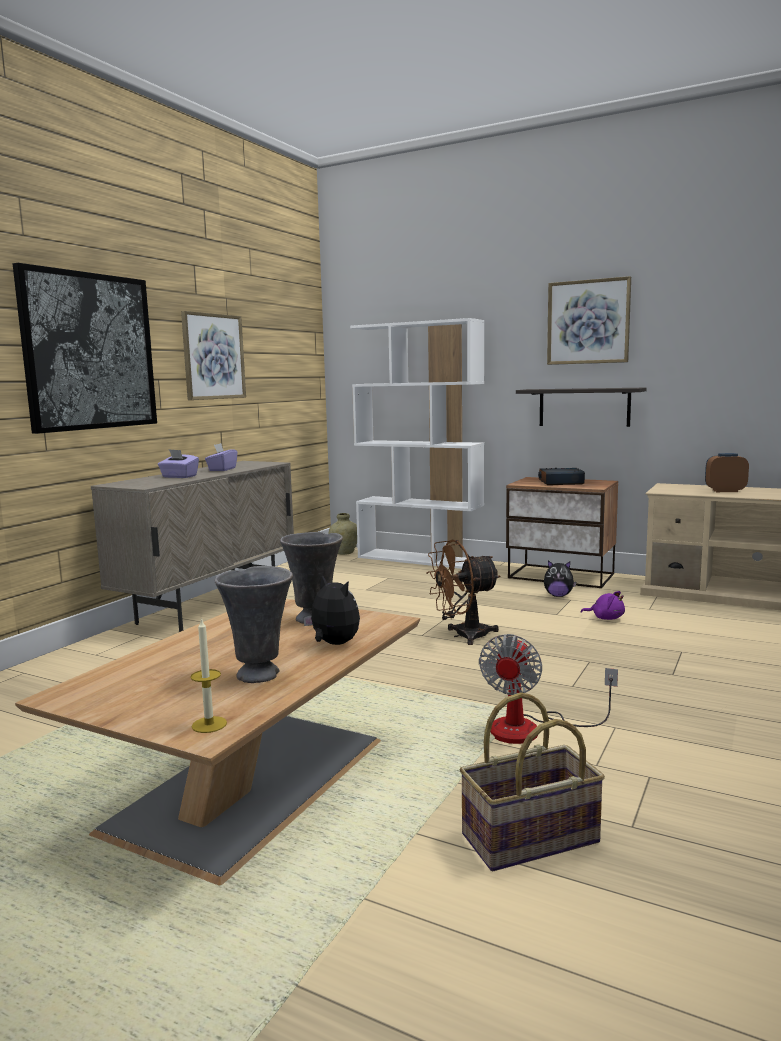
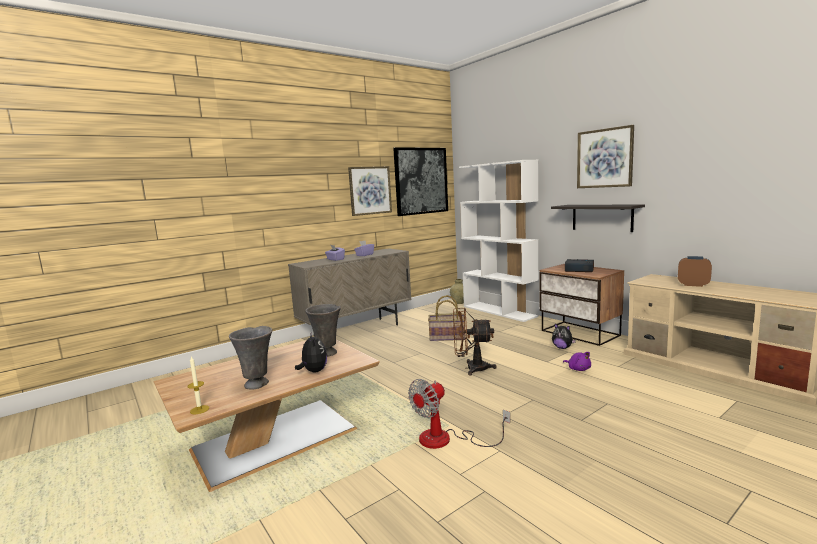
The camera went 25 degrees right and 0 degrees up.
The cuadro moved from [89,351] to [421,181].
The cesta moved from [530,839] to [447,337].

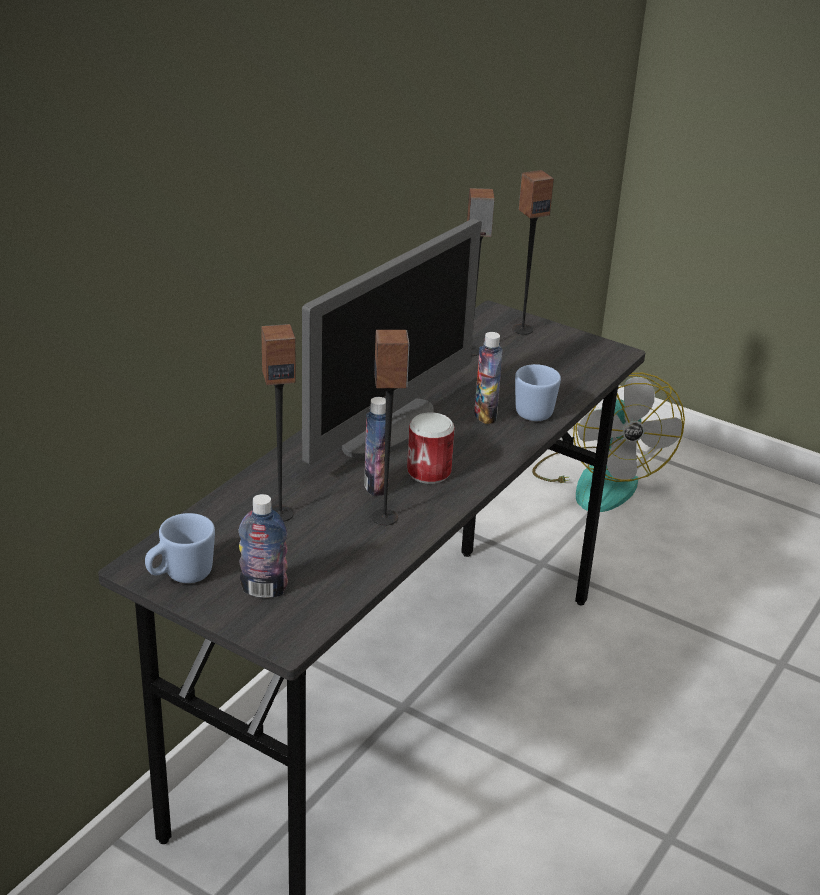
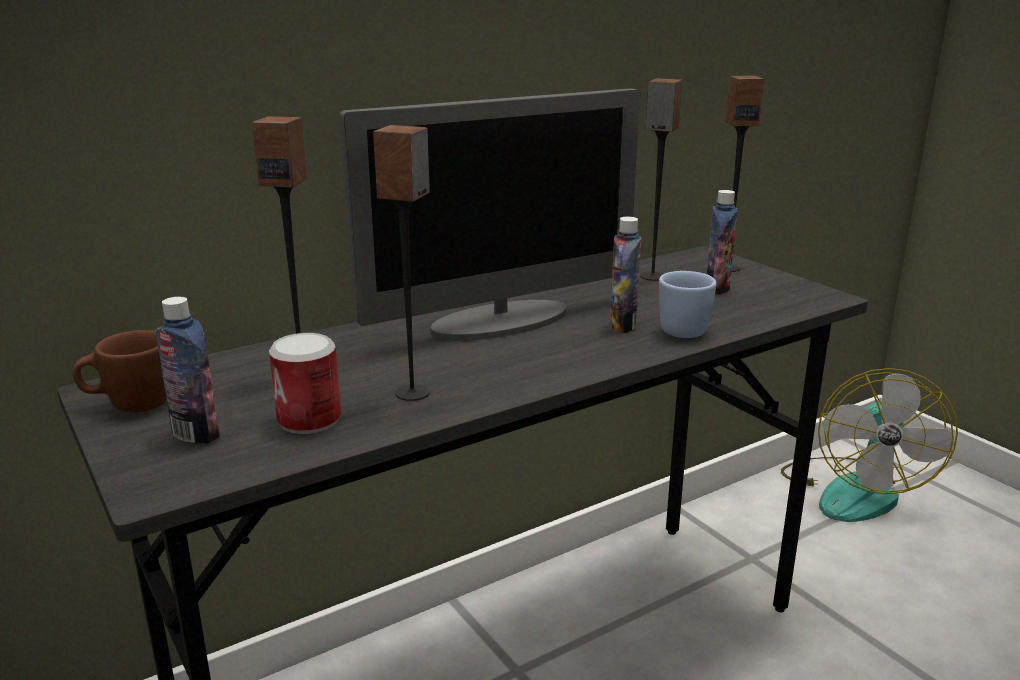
The camera went 25 degrees right and 10 degrees down.
The taza grande (azul) at [180,576] became the taza grande (marrón) at [129,405].
The lata moved from [429,472] to [309,420].
The botella moved from [376,485] to [717,288].

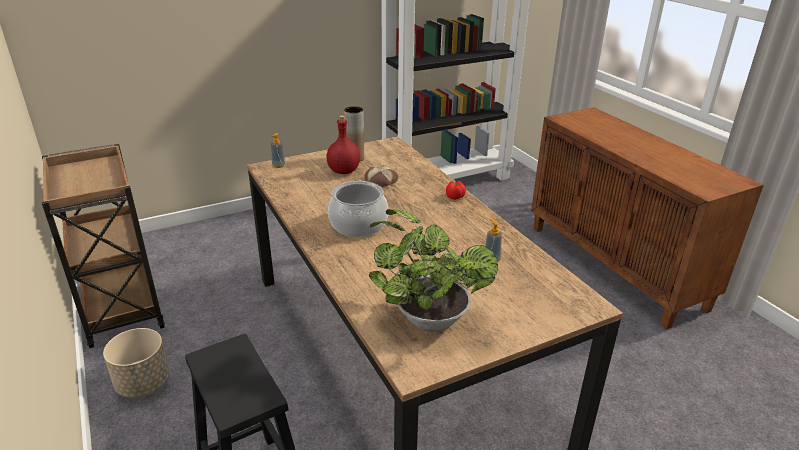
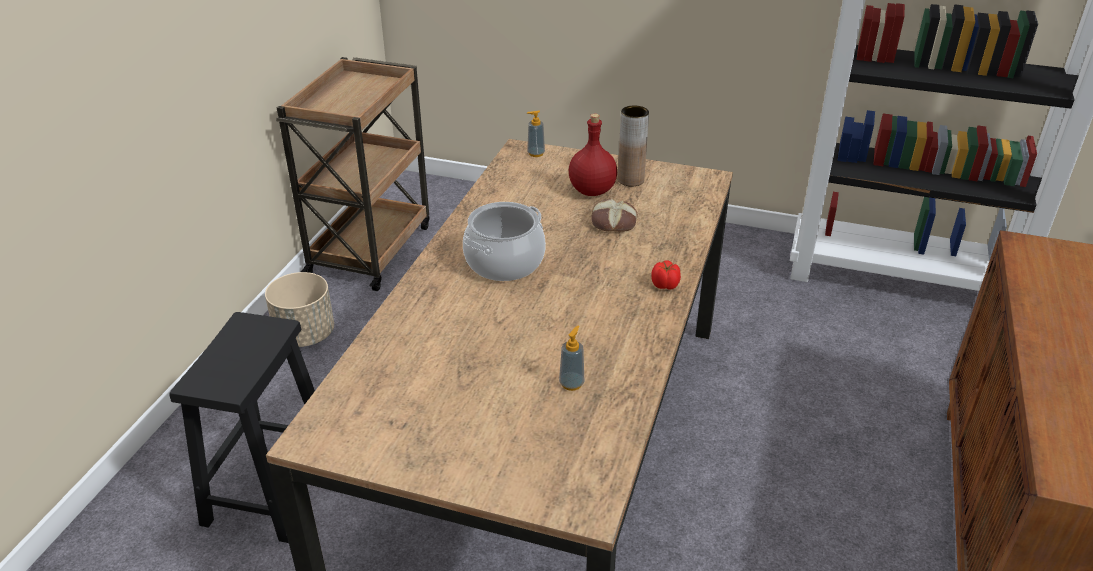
The camera went 45 degrees right and 5 degrees up.
The planta en maceta at [426,318] disappeared.

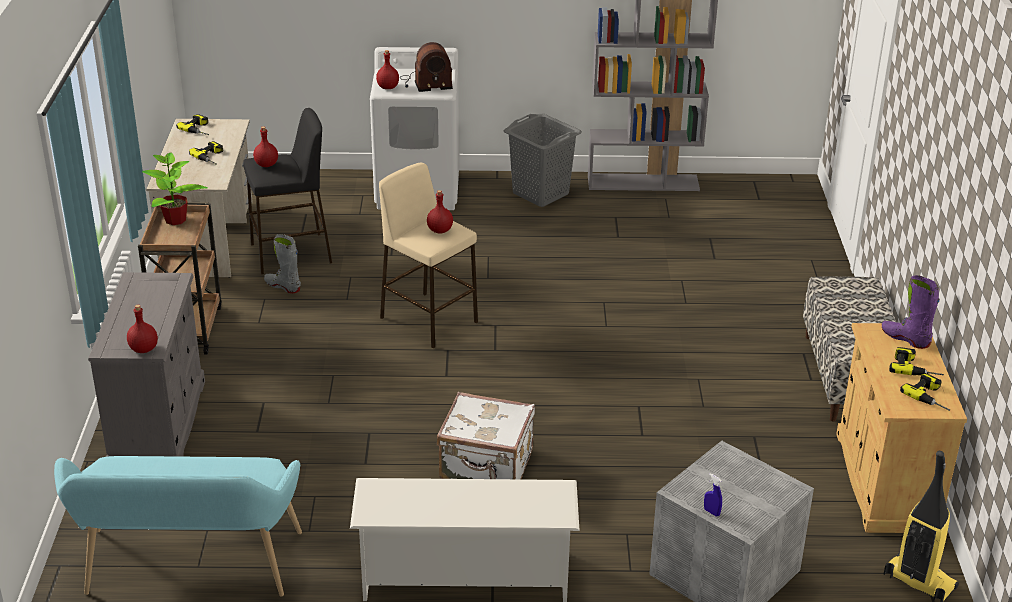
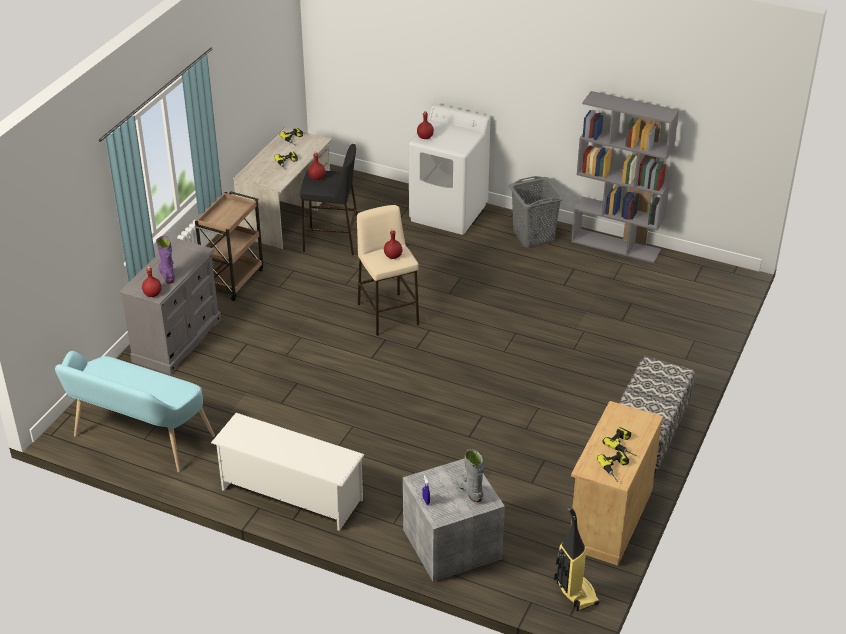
The camera went 25 degrees right and 5 degrees up.
The bota (morado) moved from [905,338] to [167,275].
The bota (gris) moved from [283,286] to [469,491].
The planta en maceta at [175,220] disappeared.
The radio at [425,83] disappeared.
The maleta (blanco) at [486,466] disappeared.

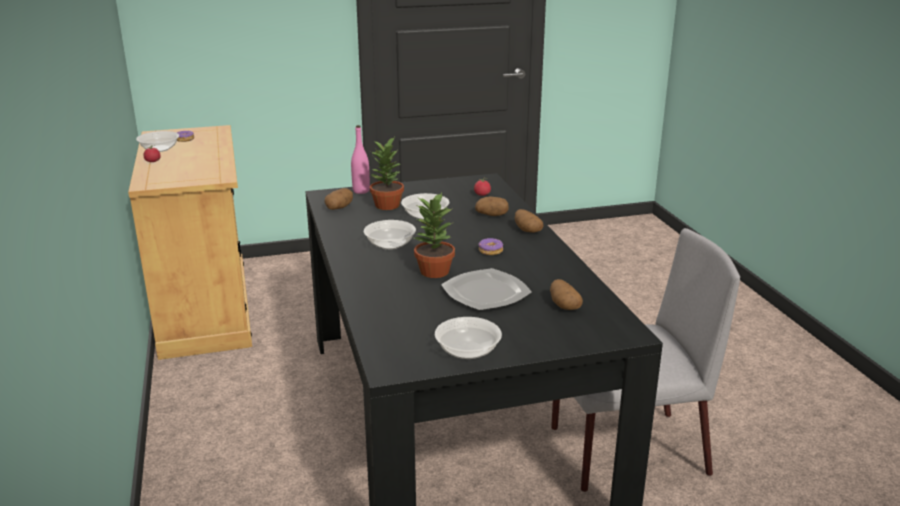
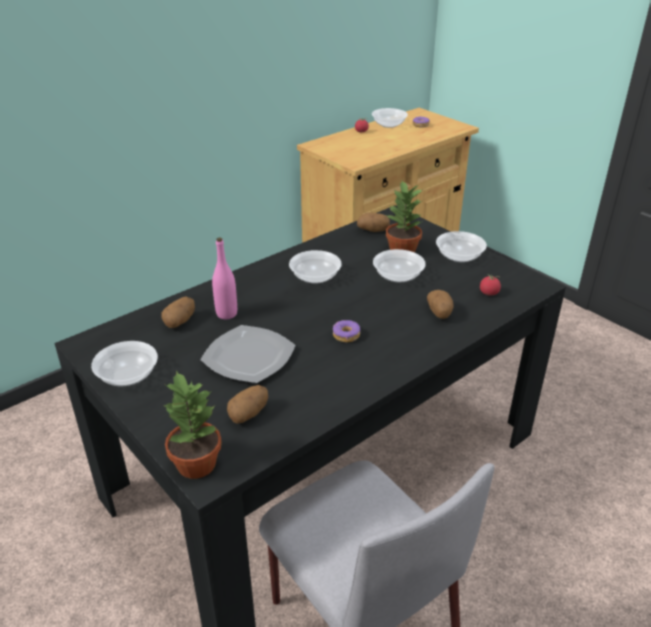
The camera went 65 degrees right and 10 degrees up.
The patata moved from [526,230] to [180,321].
The planta en maceta moved from [433,271] to [195,463].
The botella (rosa) moved from [361,191] to [226,314].
The cuenco at [459,256] appeared.

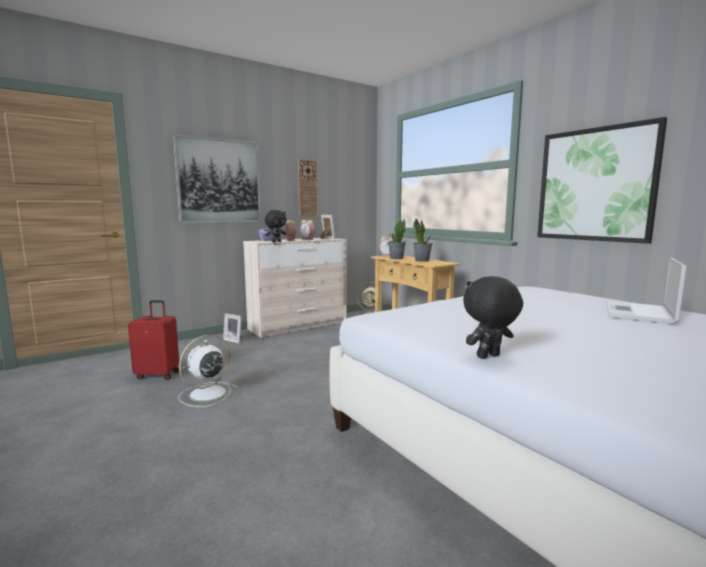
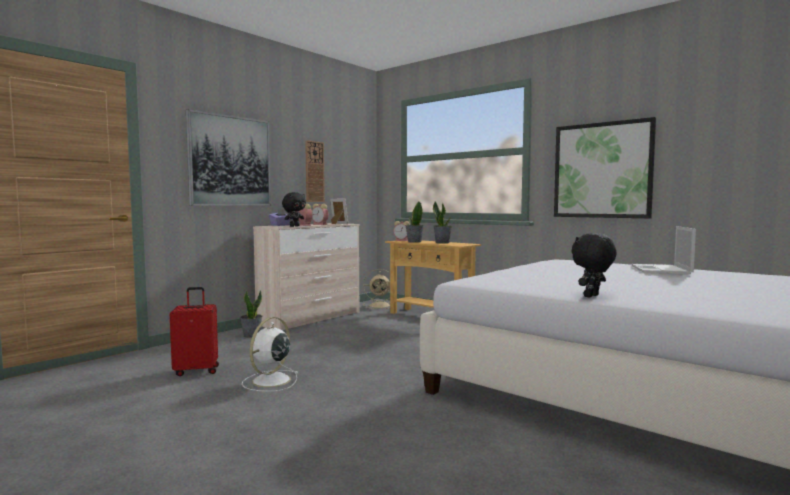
The camera went 15 degrees left and 5 degrees down.
The portarretratos at [234,340] was replaced by the planta en maceta at [251,335].

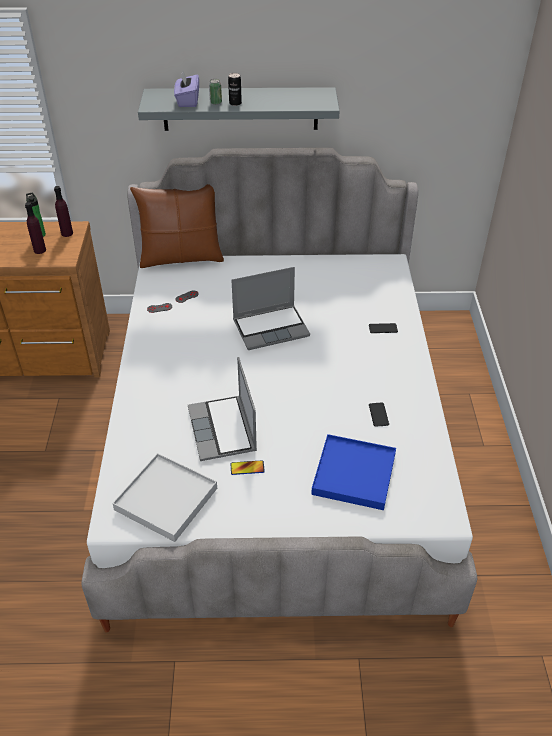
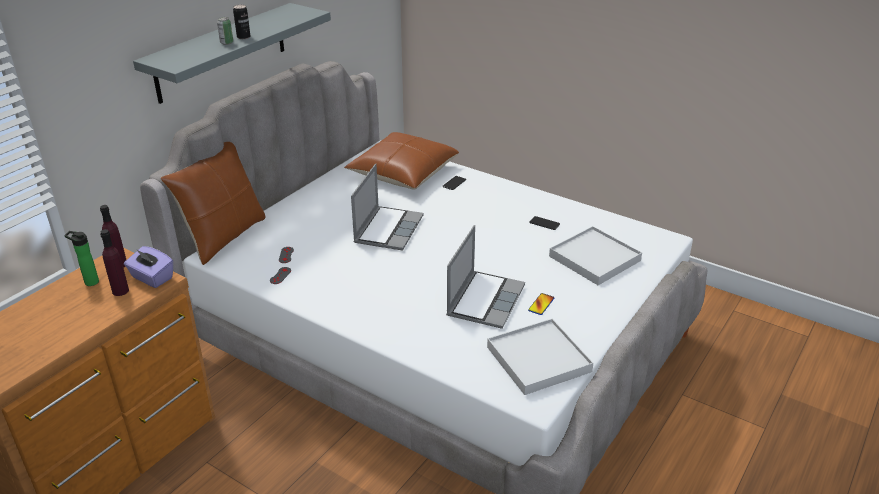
The camera went 55 degrees left and 10 degrees down.
The caja de pañuelos (morado) moved from [187,101] to [151,278].
The cojín (marrón) at [403,173] appeared.
The portátil at [223,430] turned 90 degrees counterclockwise.
The bandeja (azul) at [354,474] became the bandeja (blanco) at [594,258].

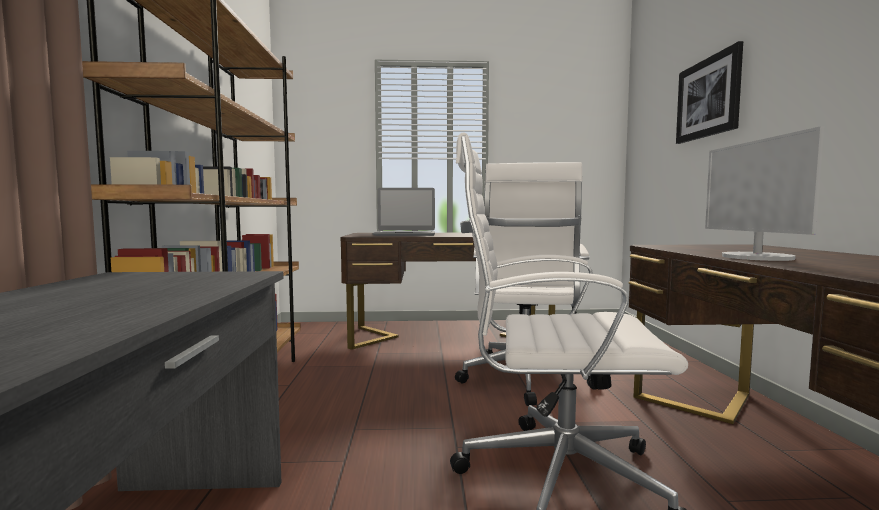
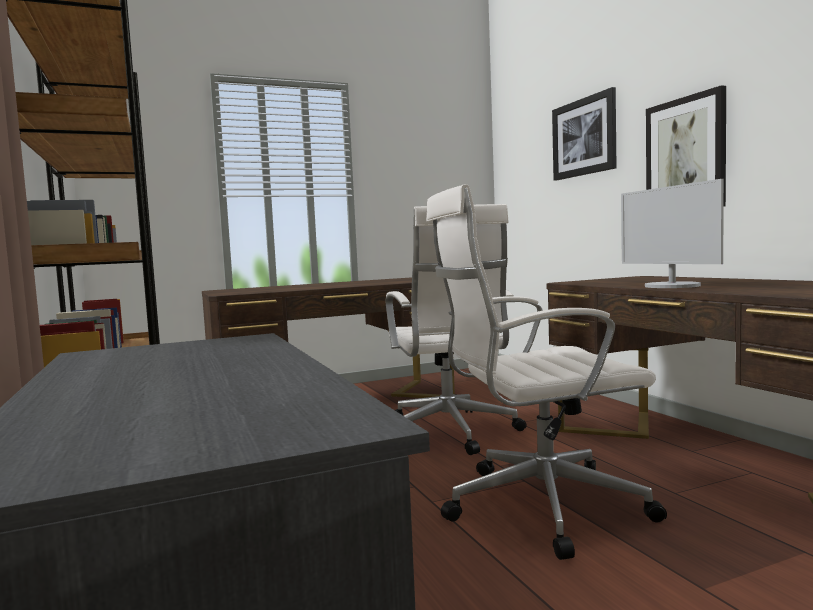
The camera went 20 degrees left and 0 degrees up.
The cuadro at [685,154] appeared.
The portátil at [405,234] disappeared.

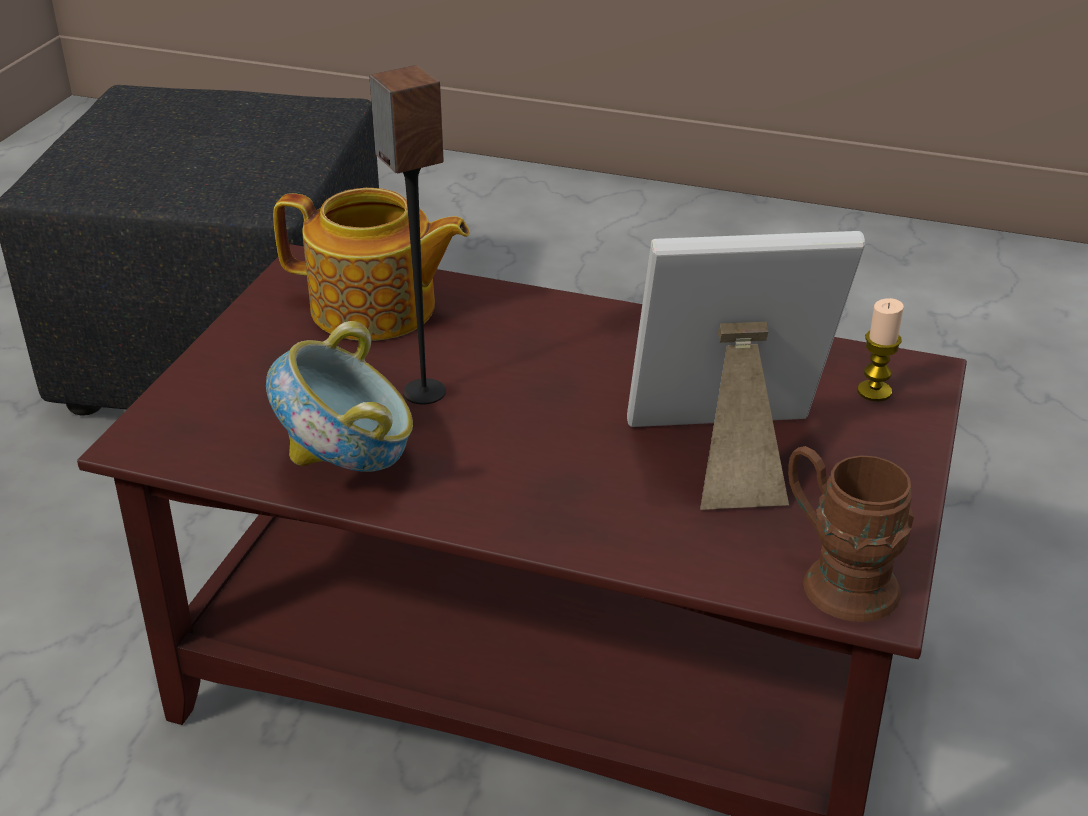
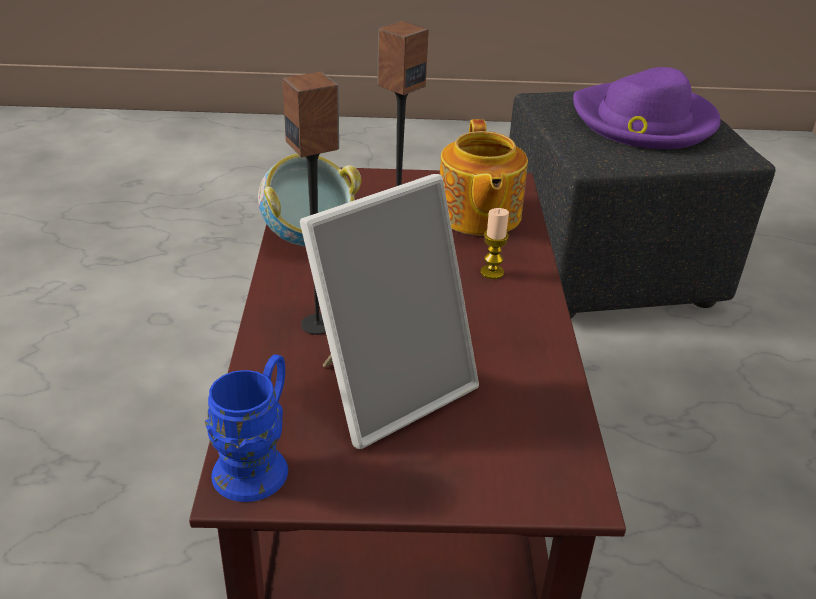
The camera went 70 degrees right and 0 degrees up.
The taza grande (marrón) at [835,578] became the taza grande (azul) at [258,462].
The altavoz at [318,324] appeared.
The portarretratos at [726,455] turned 75 degrees clockwise.
The vela moved from [874,391] to [492,272].
The sombrero (morado) at [643,121] appeared.

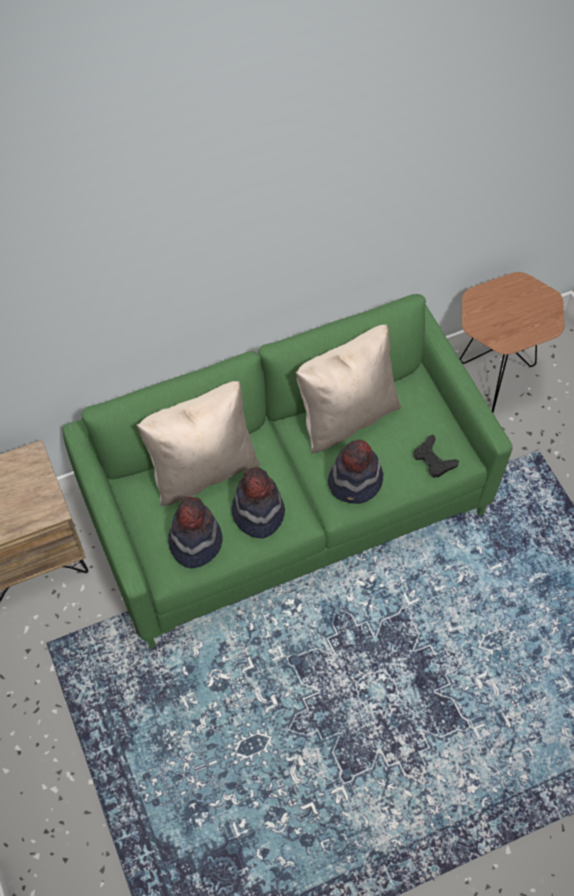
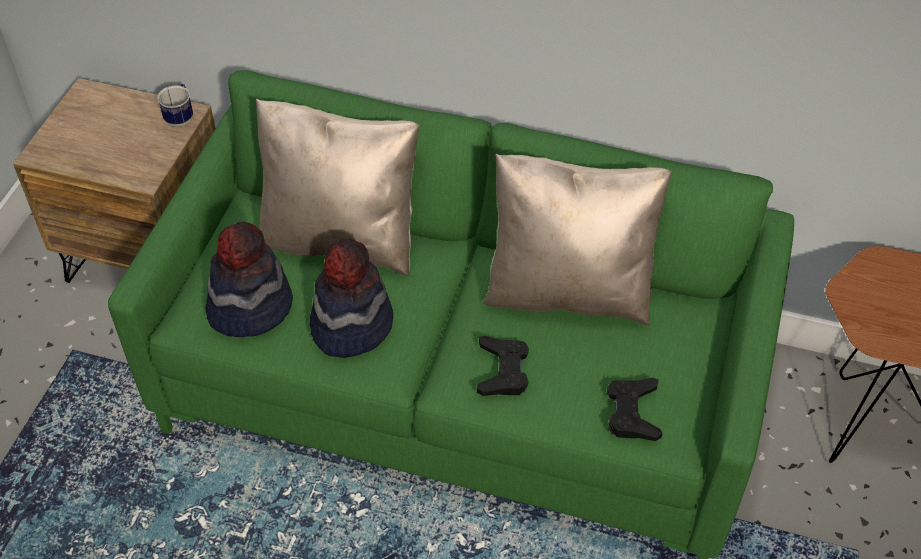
The camera went 40 degrees right and 10 degrees down.
The taza grande at [181,117] appeared.
The sombrero at [355,482] was replaced by the mando de consola (negro) at [502,371].

